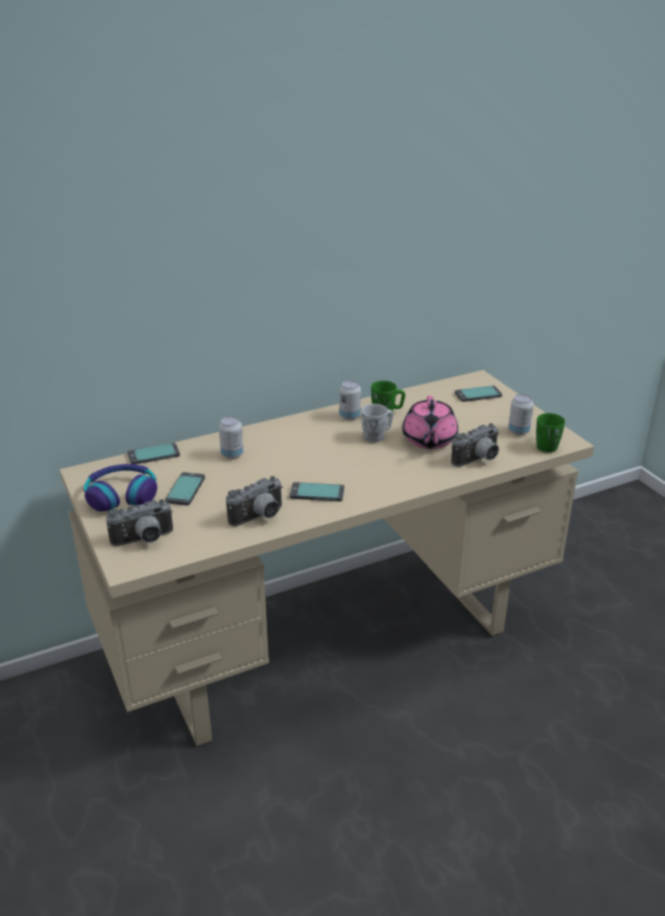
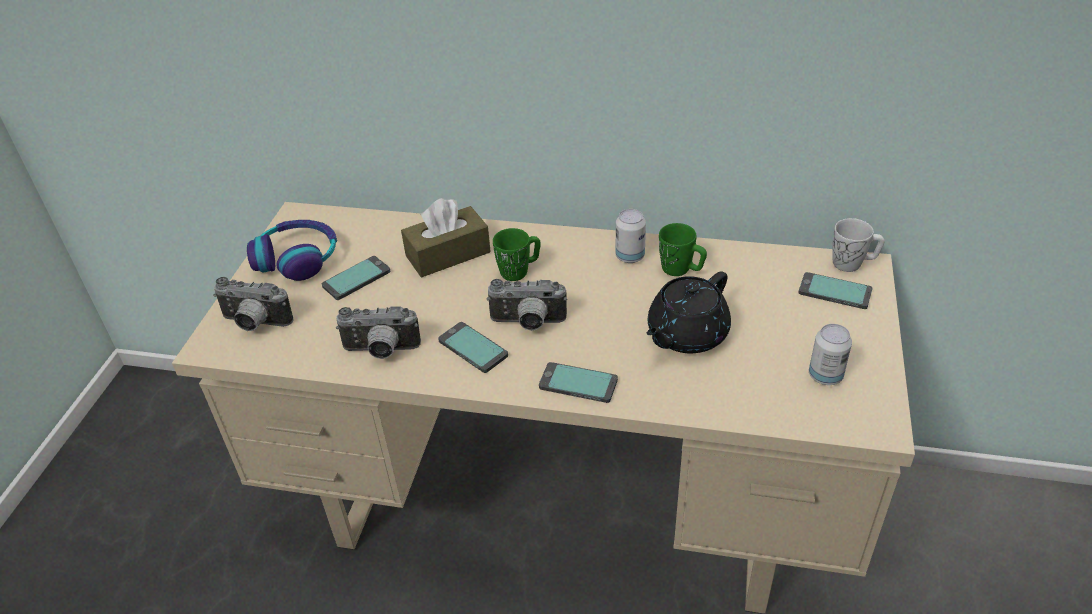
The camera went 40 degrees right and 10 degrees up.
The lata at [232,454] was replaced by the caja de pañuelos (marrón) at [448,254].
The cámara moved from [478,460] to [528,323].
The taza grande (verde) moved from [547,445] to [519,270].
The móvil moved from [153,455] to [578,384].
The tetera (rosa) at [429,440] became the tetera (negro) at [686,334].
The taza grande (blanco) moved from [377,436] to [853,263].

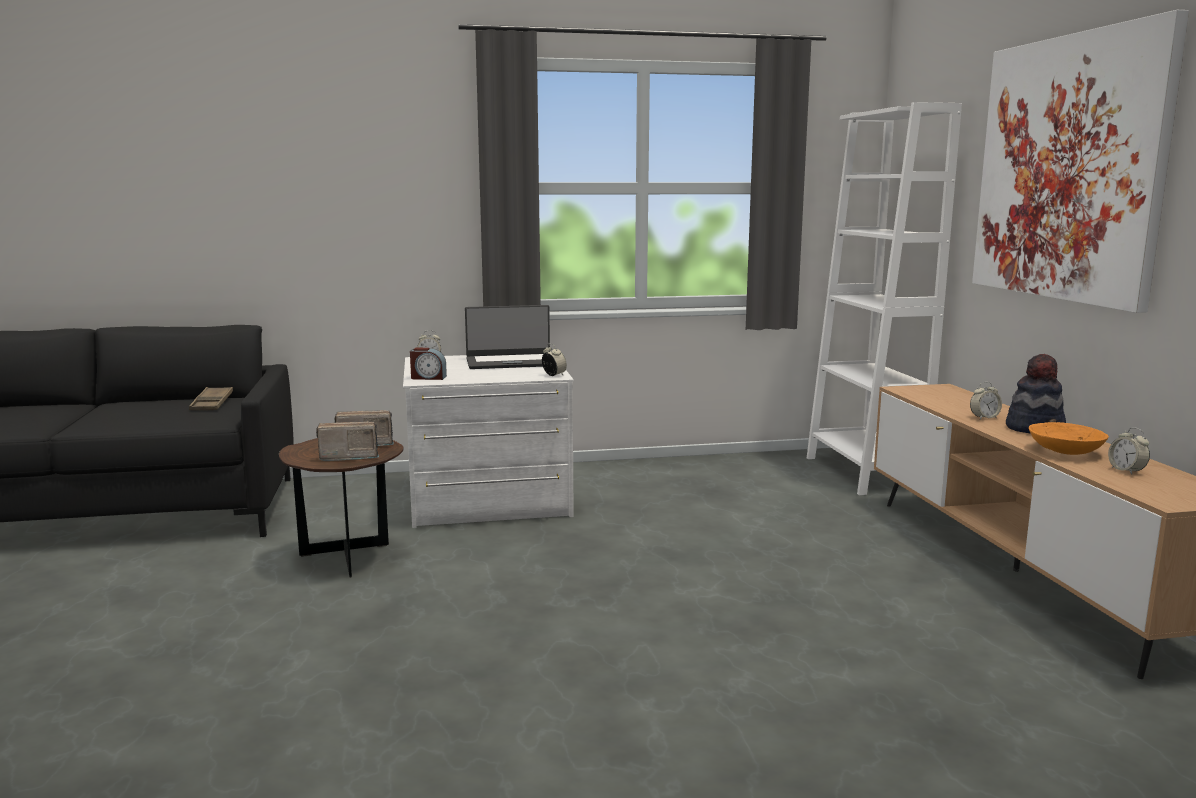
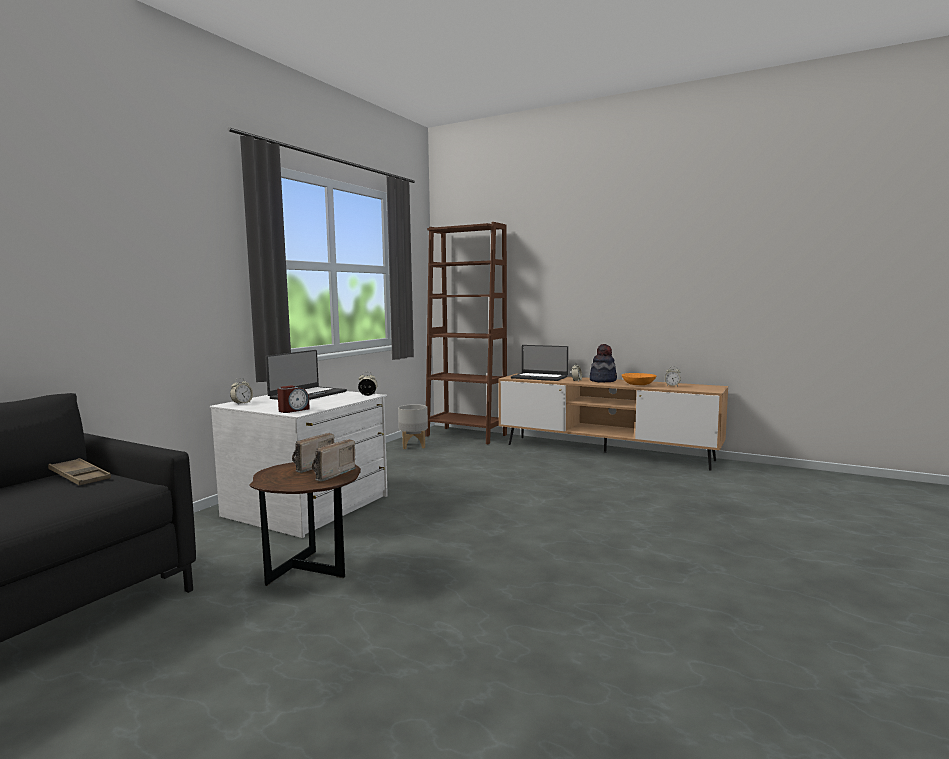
The camera went 50 degrees left and 5 degrees down.
The maceta (gris) at [413,446] appeared.
The estantería (blanco) at [864,473] became the estantería (marrón) at [466,435].
The portátil at [539,377] appeared.
The cuadro at [1068,169] disappeared.

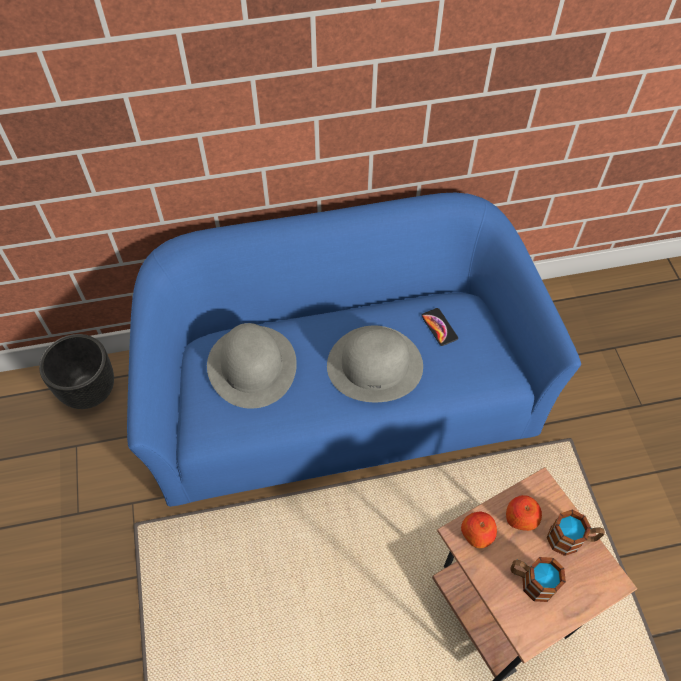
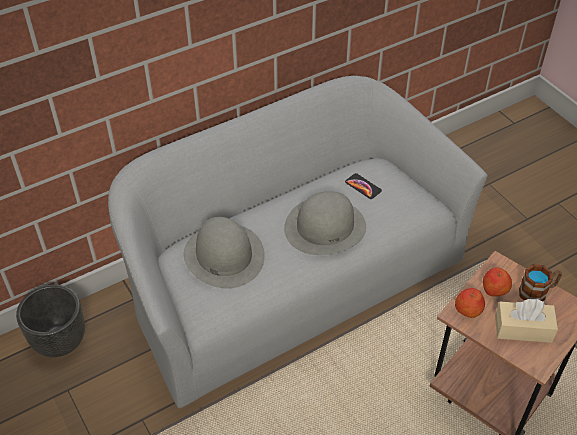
The camera went 20 degrees left and 10 degrees down.
The sofá (azul) at [340,397] became the sofá (gris) at [289,281].
The taza grande at [531,581] was replaced by the caja de pañuelos (beis) at [523,328].

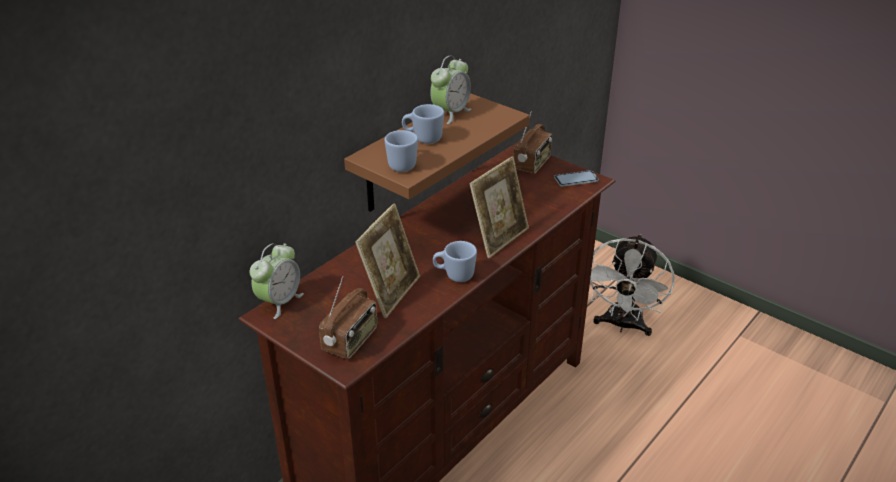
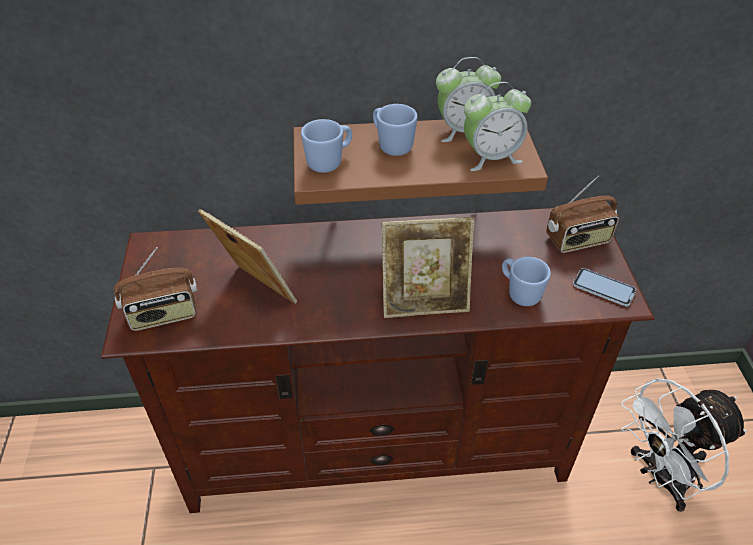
The camera went 45 degrees right and 10 degrees up.
The portarretratos at [391,293] turned 120 degrees counterclockwise.
The despertador moved from [279,302] to [491,157].
The taza grande (azul) moved from [454,275] to [519,293].

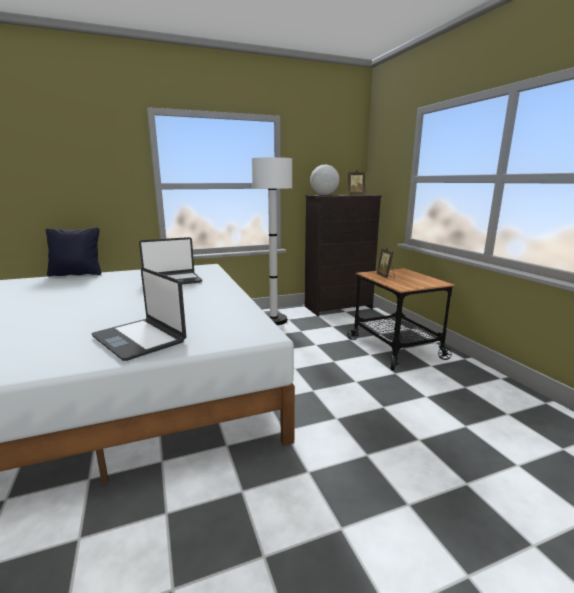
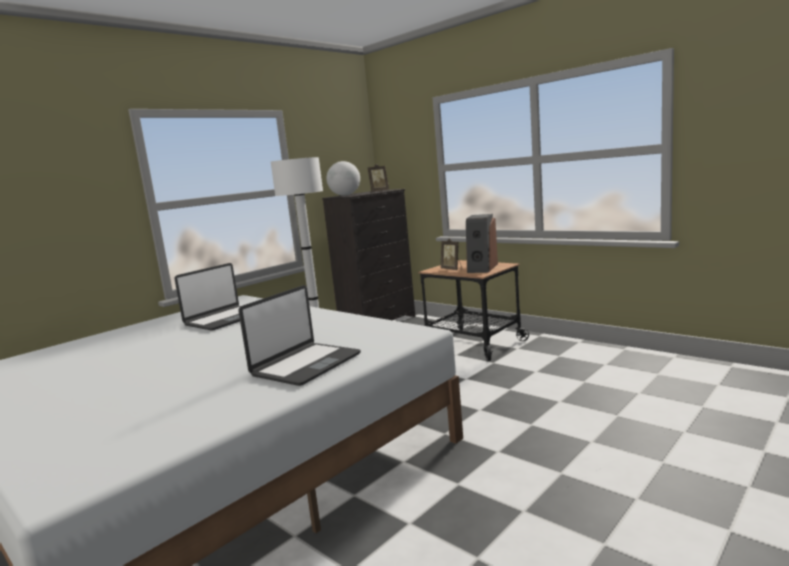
The camera went 25 degrees left and 5 degrees down.
The portátil at [140,339] turned 75 degrees counterclockwise.
The altavoz at [481,268] appeared.
The cojín (negro) at [77,274] disappeared.

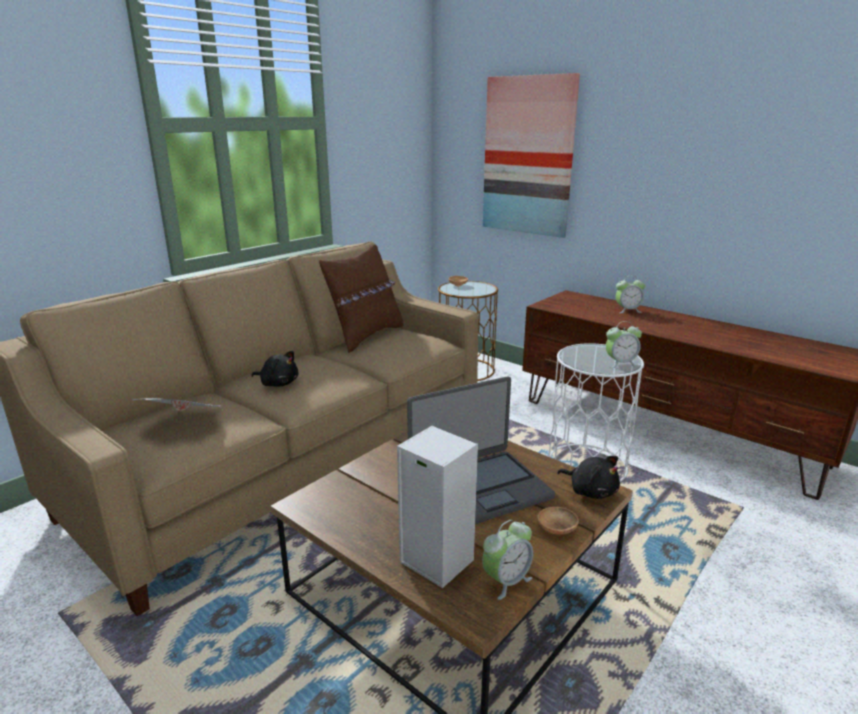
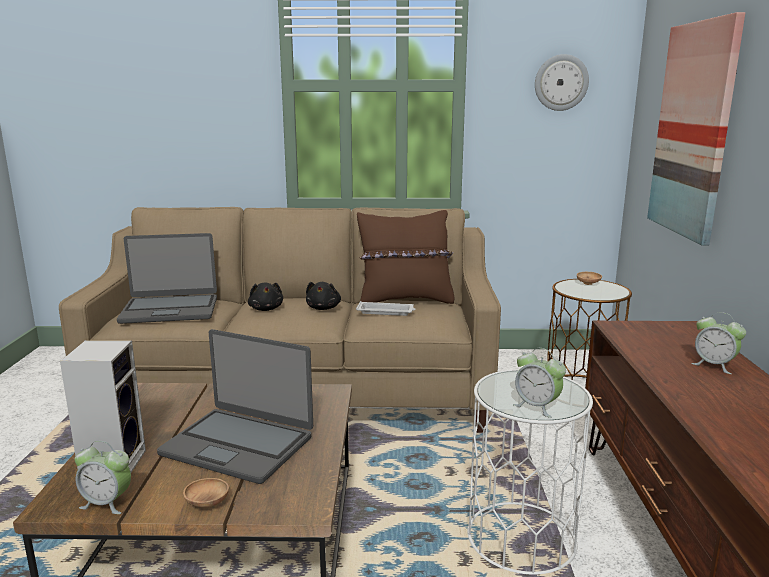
The camera went 50 degrees right and 5 degrees down.
The periódico at [186,423] was replaced by the portátil at [170,310].
The peluche (negro) moved from [590,491] to [323,308].
The bandeja (blanco) at [386,312] appeared.
The reloj de pared at [561,82] appeared.

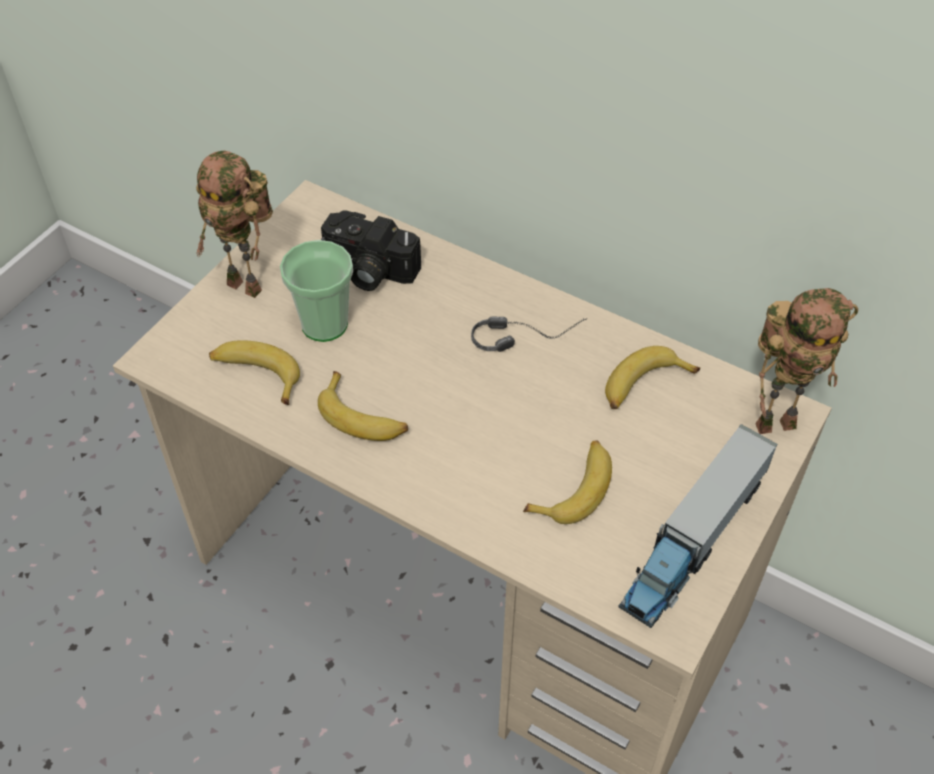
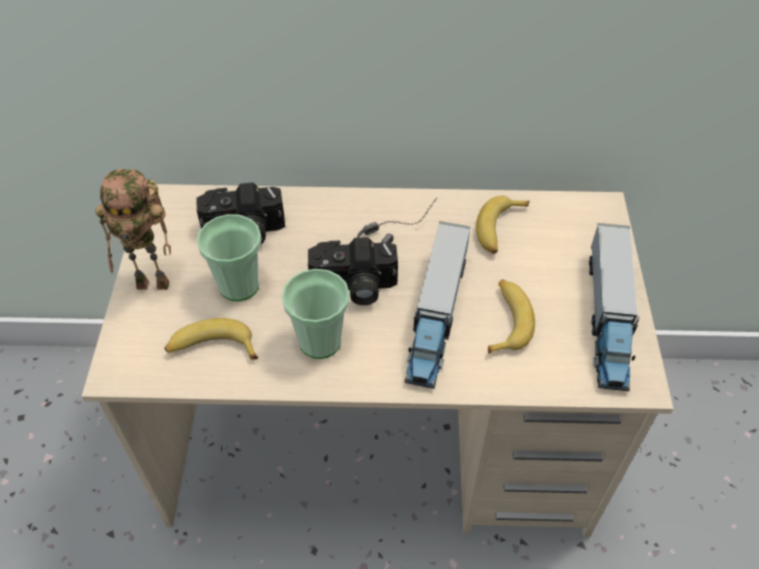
The camera went 30 degrees left and 0 degrees up.
The plátano at [363,417] was replaced by the taza at [320,341].
The cámara at [353,287] appeared.
The camión de juguete at [436,316] appeared.
The robot de juguete at [777,421] disappeared.

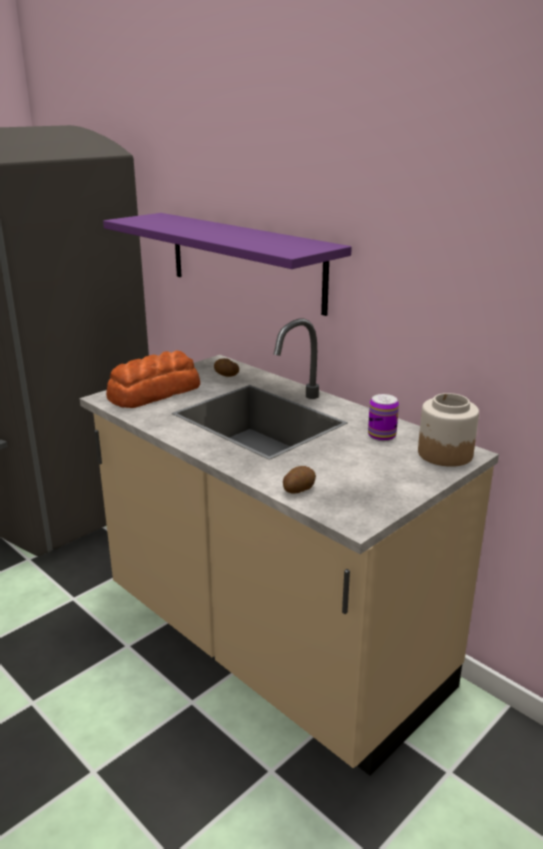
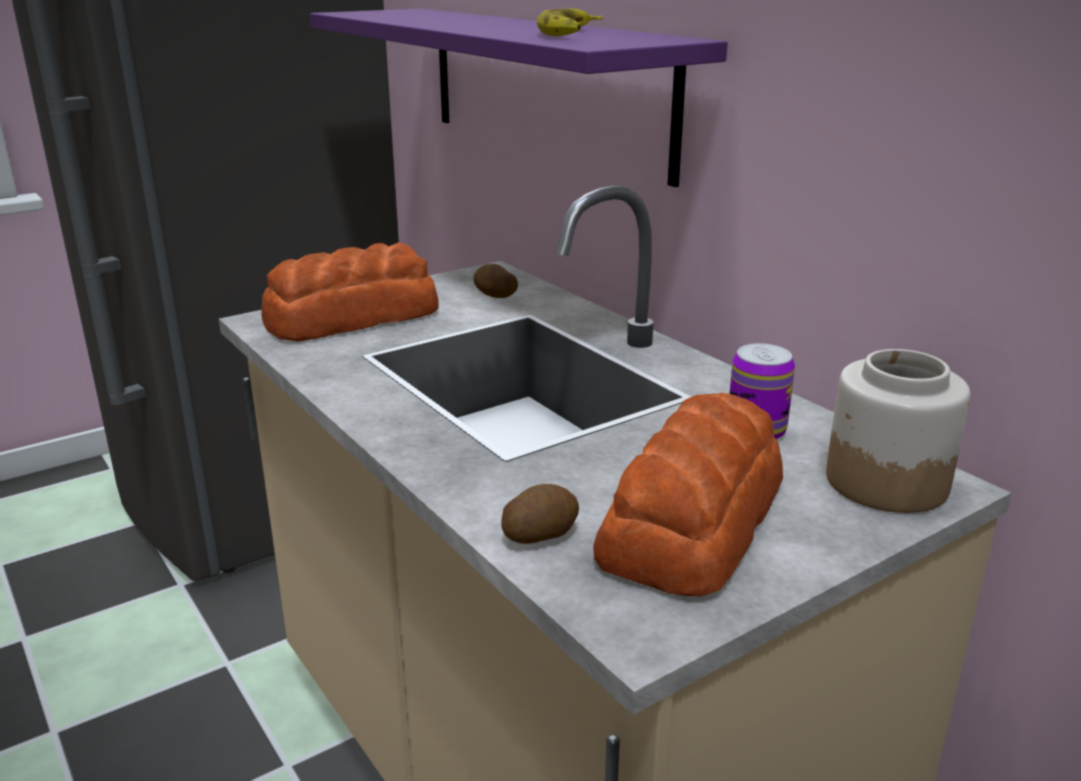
The camera went 10 degrees right and 0 degrees up.
The plátano at [570,33] appeared.
The pan at [696,519] appeared.

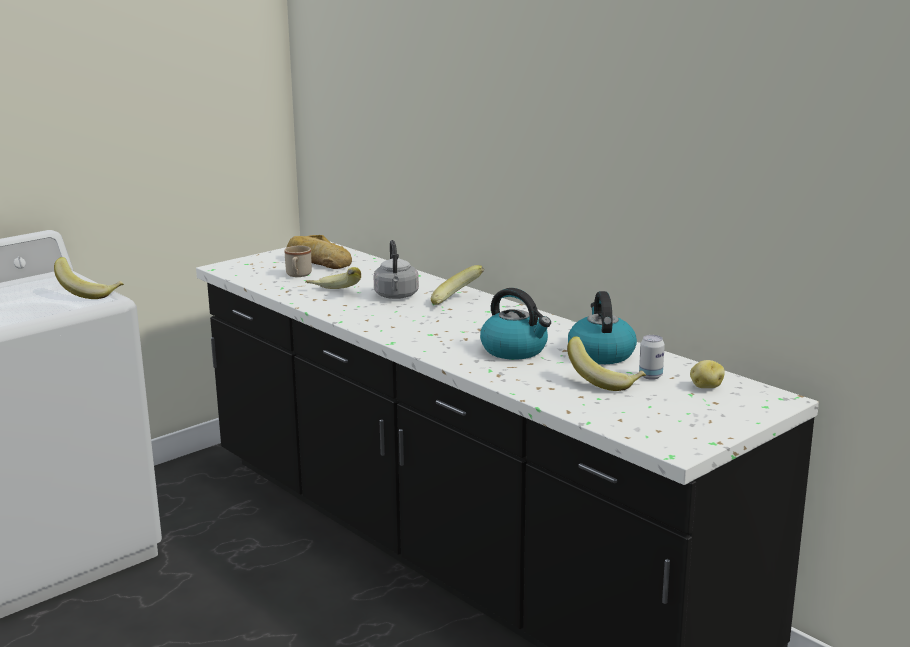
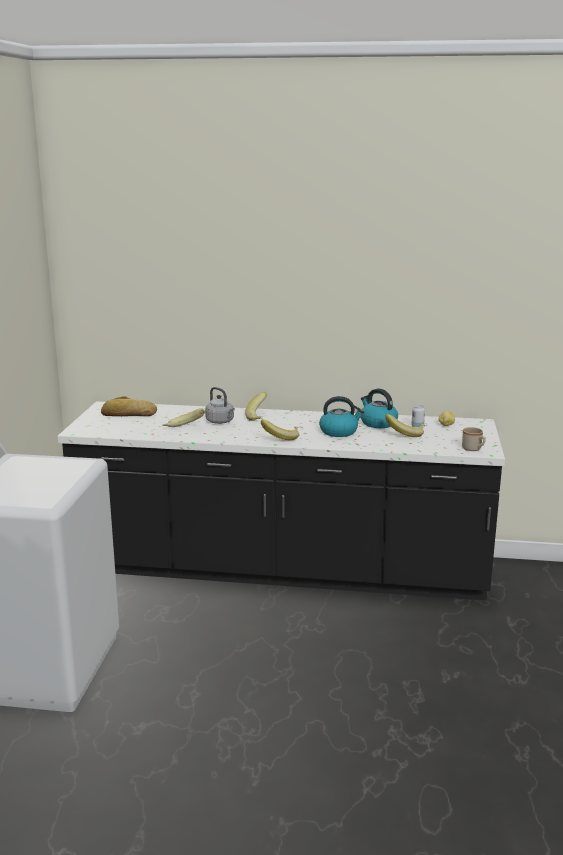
The camera went 40 degrees left and 0 degrees up.
The plátano moved from [90,293] to [281,438].
The taza grande (beis) moved from [298,275] to [473,449].

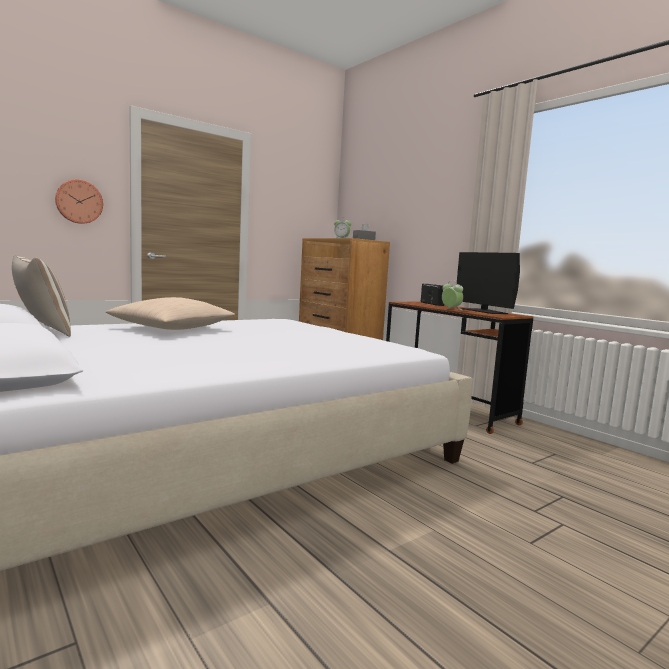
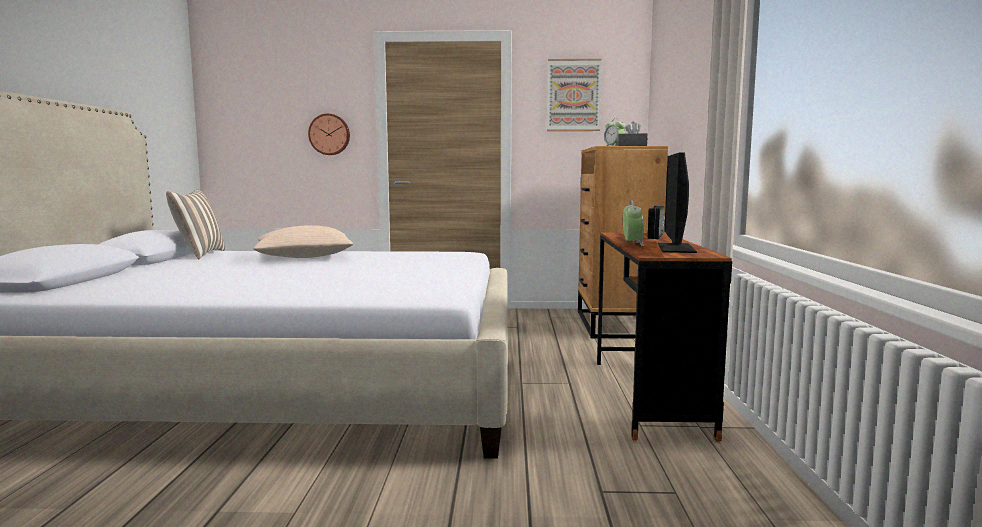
The camera went 40 degrees right and 0 degrees up.
The cuadro at [573,95] appeared.

